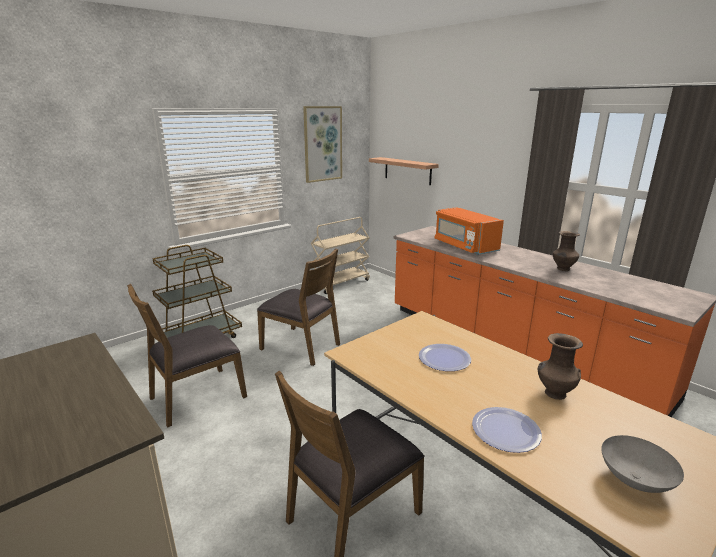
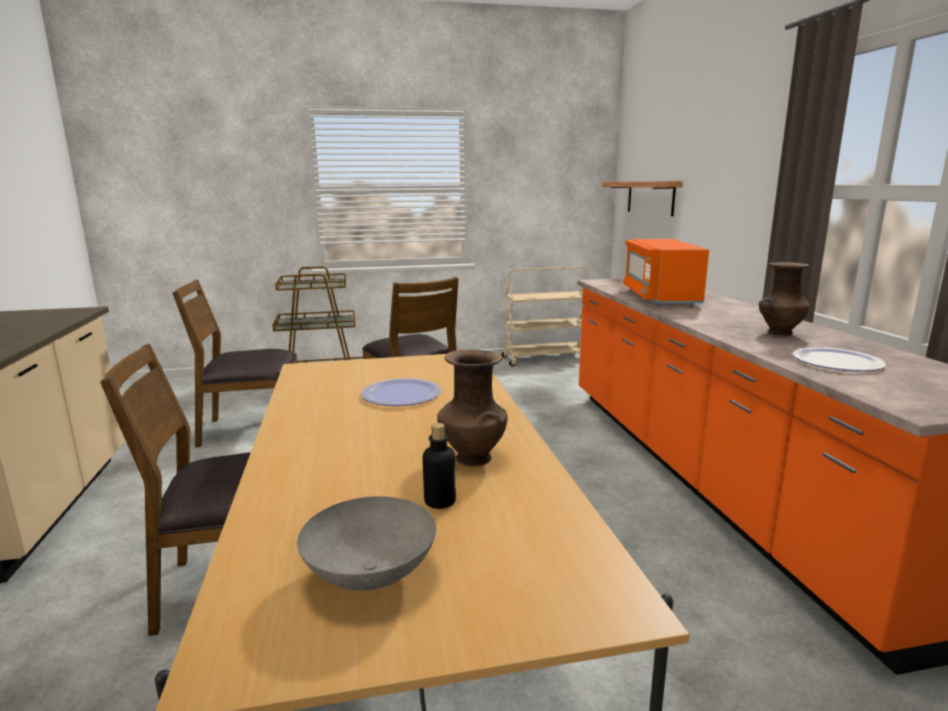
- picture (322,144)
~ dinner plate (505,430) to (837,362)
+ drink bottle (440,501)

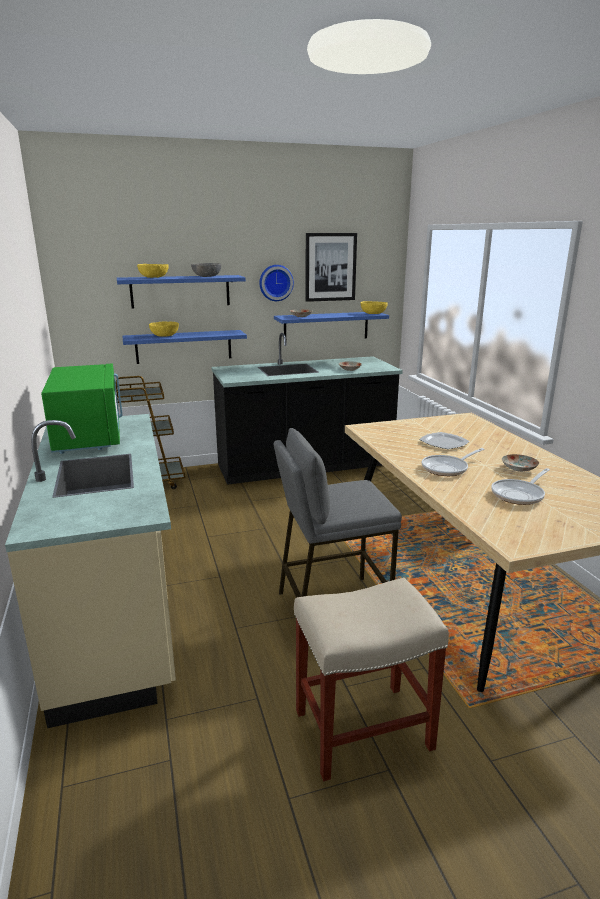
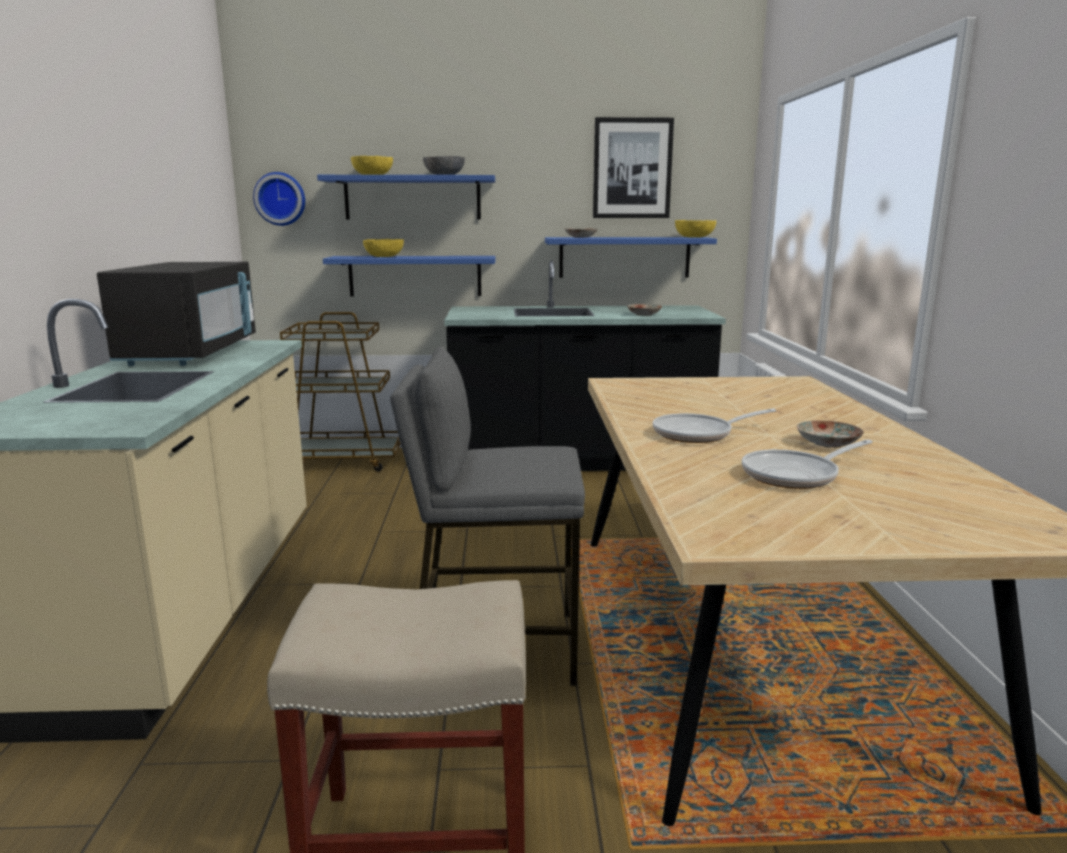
~ green microwave oven (89,436) to black-coloured microwave oven (192,353)
~ clock on the wall (275,282) to (280,199)
- dinner plate (443,442)

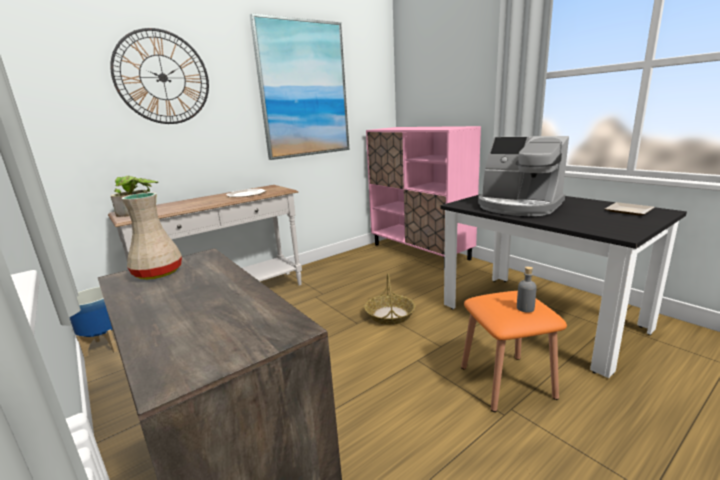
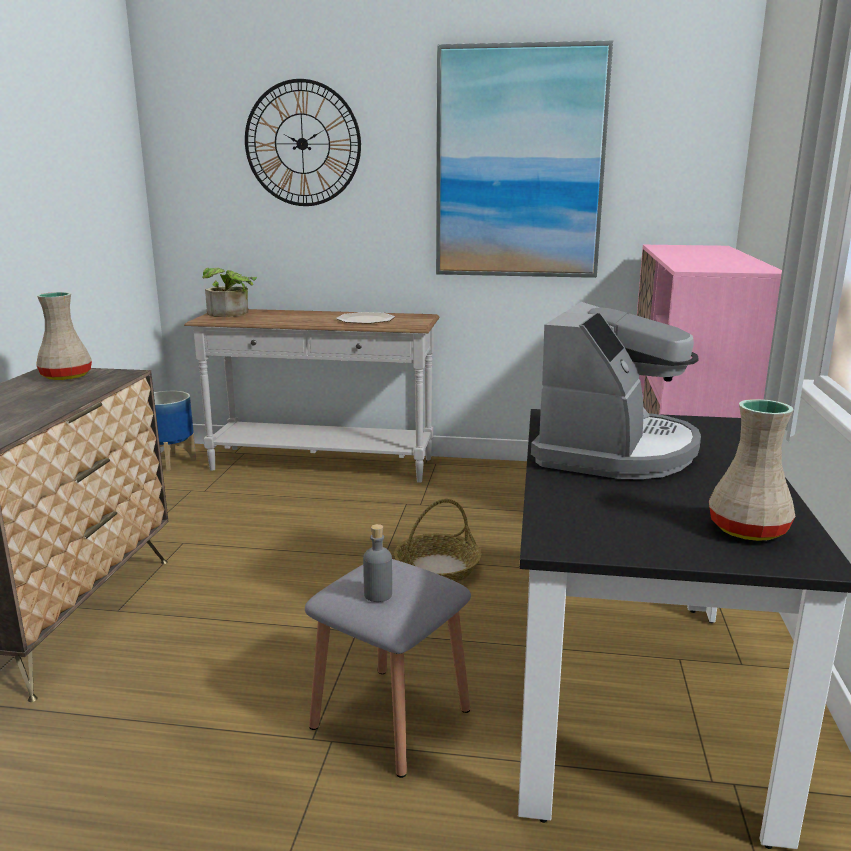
~ orange-coloured stool seat (506,381) to greyish stool seat (391,718)
~ coffee machine (518,206) = (615,451) 150 degrees counterclockwise
~ dinner plate (627,211) to beige-coloured vase (745,529)

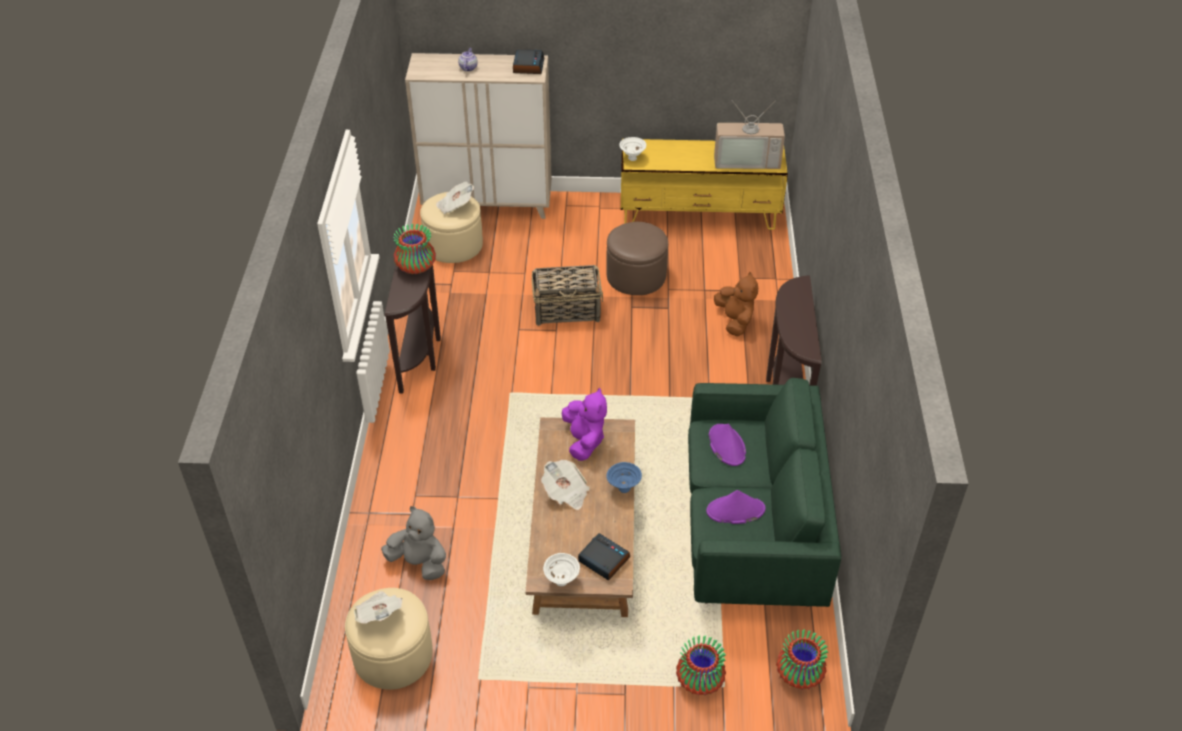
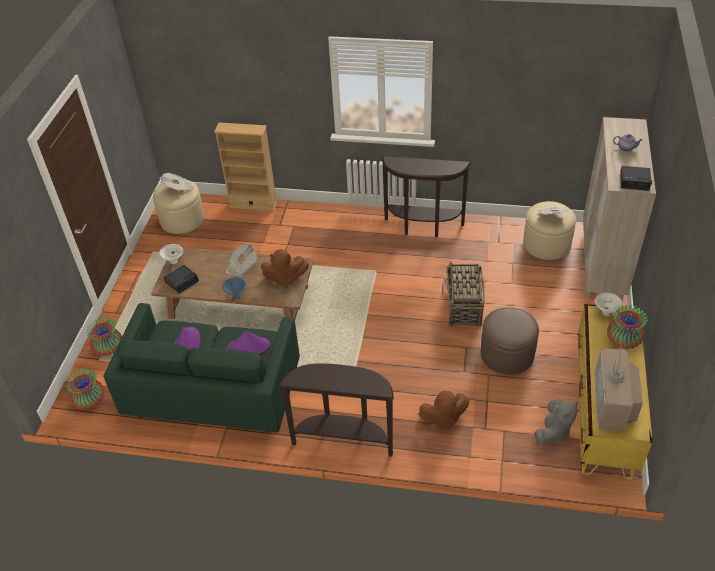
~ greyish soft toy (419,562) to (553,432)
~ vase (416,267) to (623,340)
~ purplish soft toy (584,441) to brownish soft toy (285,279)
+ beige-coloured bookcase (253,204)

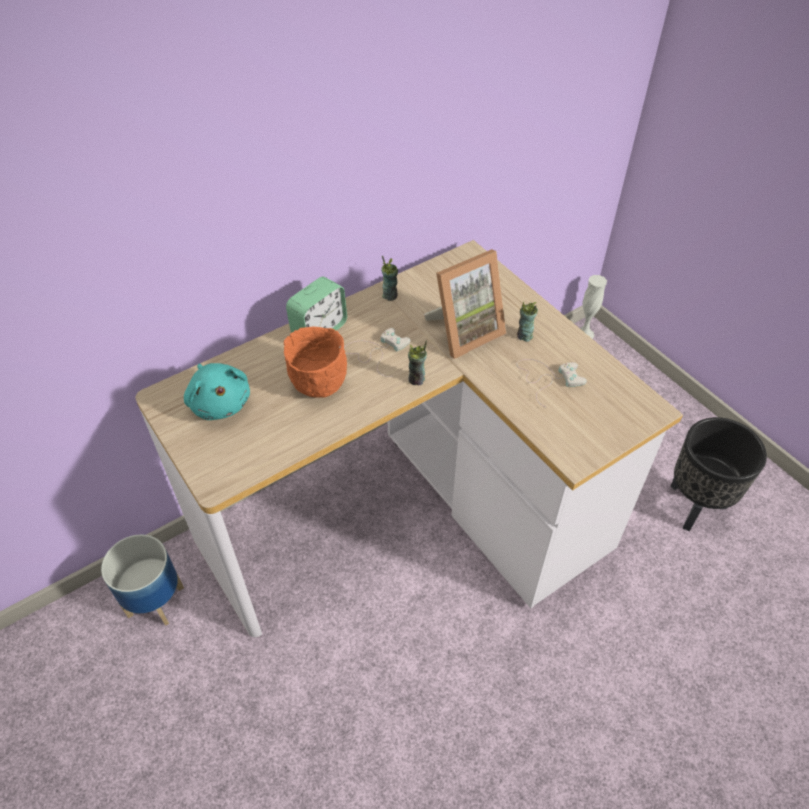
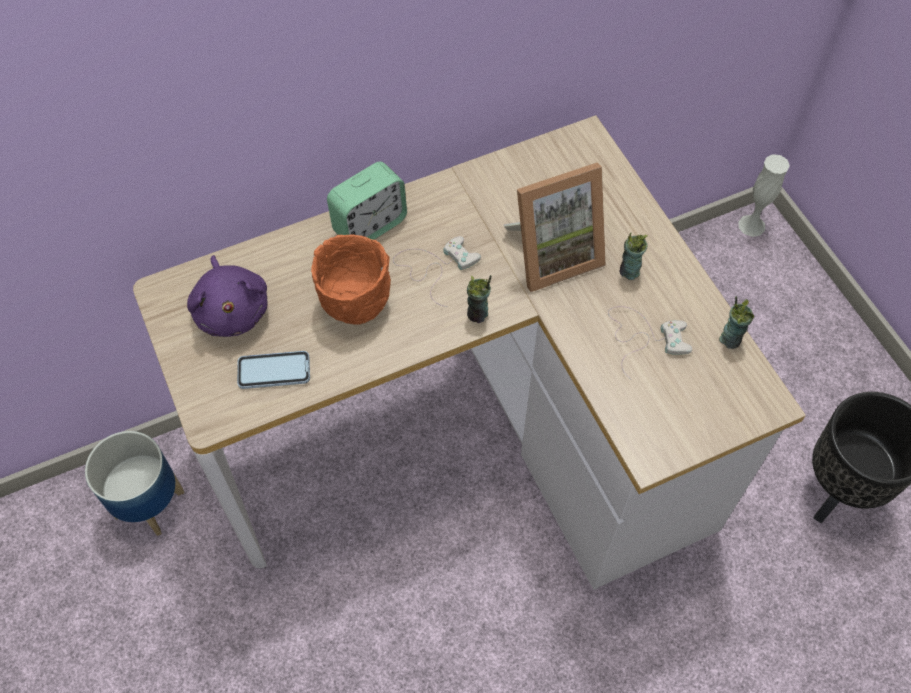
~ turquoise soft toy (220,402) to purplish soft toy (232,310)
~ cup (390,295) to (730,339)
+ handset (274,371)

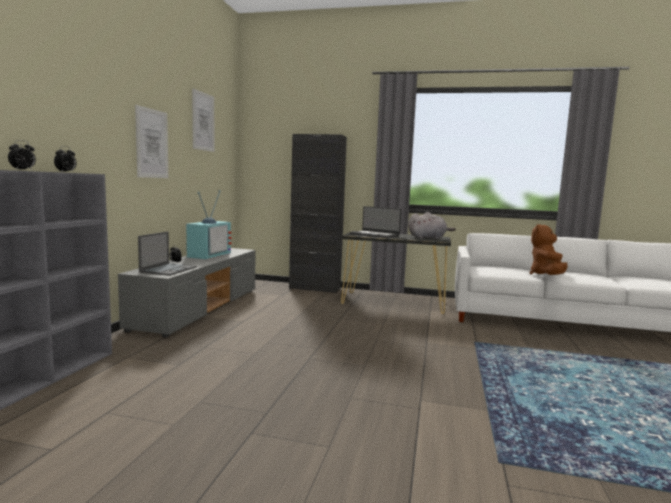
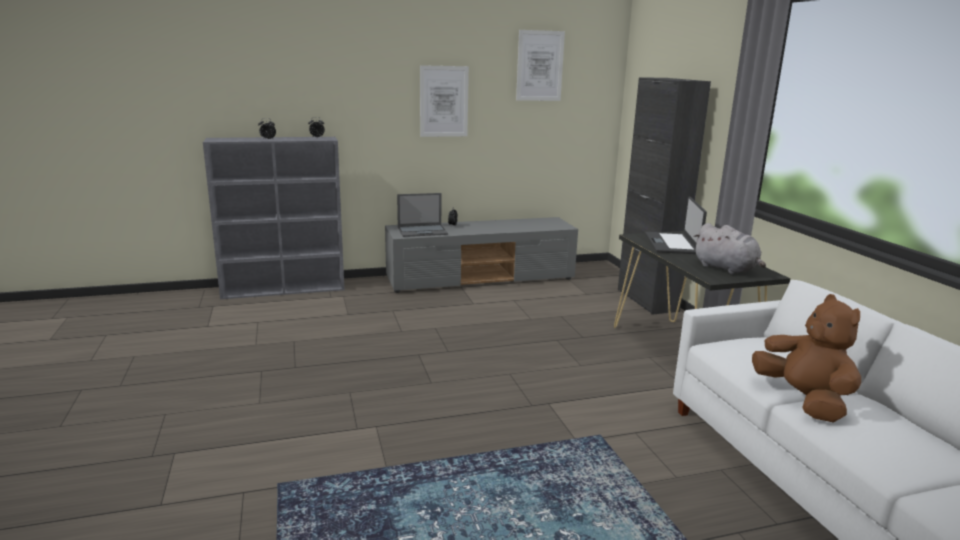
- TV set (207,254)
~ brownish soft toy (547,276) = (803,400) 75 degrees clockwise

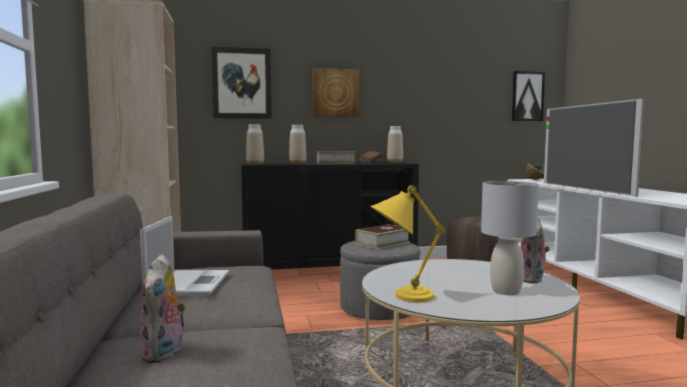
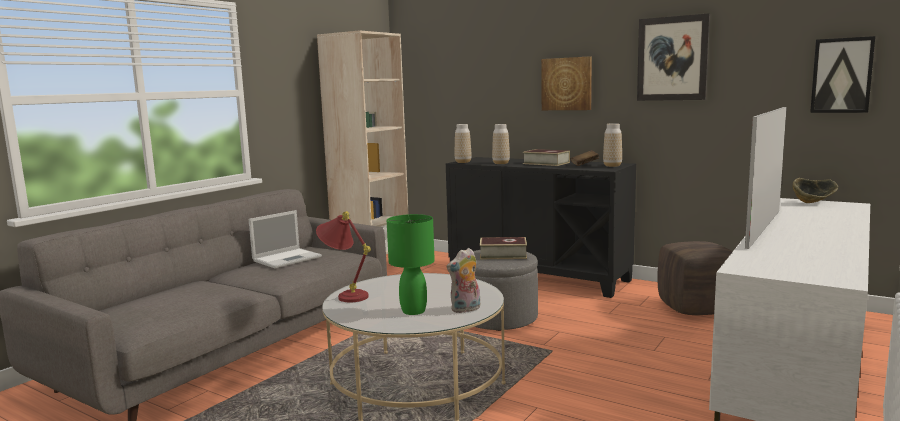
- soft toy (164,353)
~ picture (242,83) to (672,58)
~ yellow table lamp (400,297) to reddish table lamp (345,295)
~ greyish table lamp (506,291) to green table lamp (413,311)

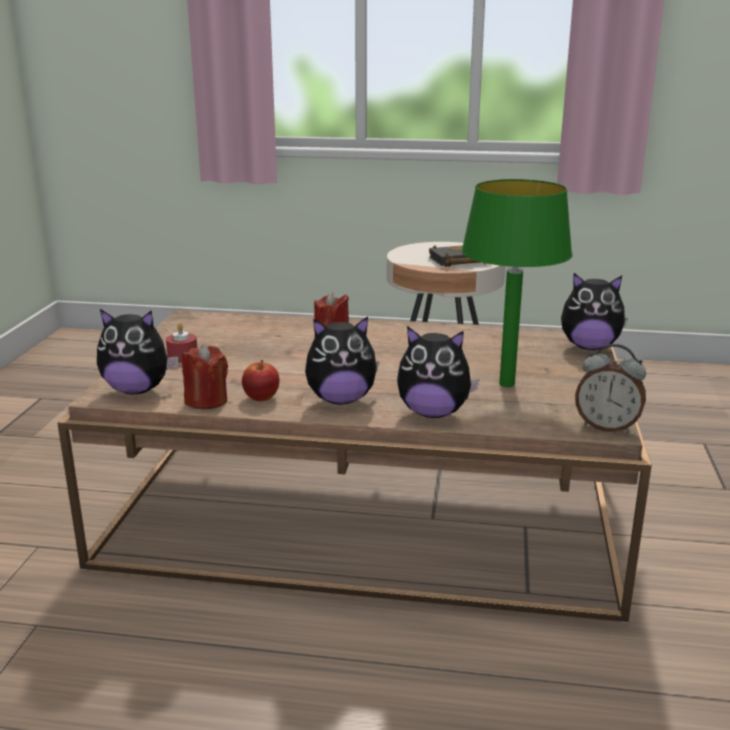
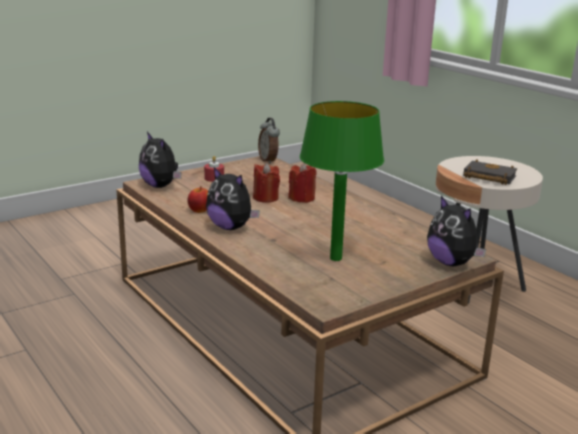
~ reddish candle (206,401) to (265,198)
- soft toy (433,413)
~ table clock (606,427) to (269,160)

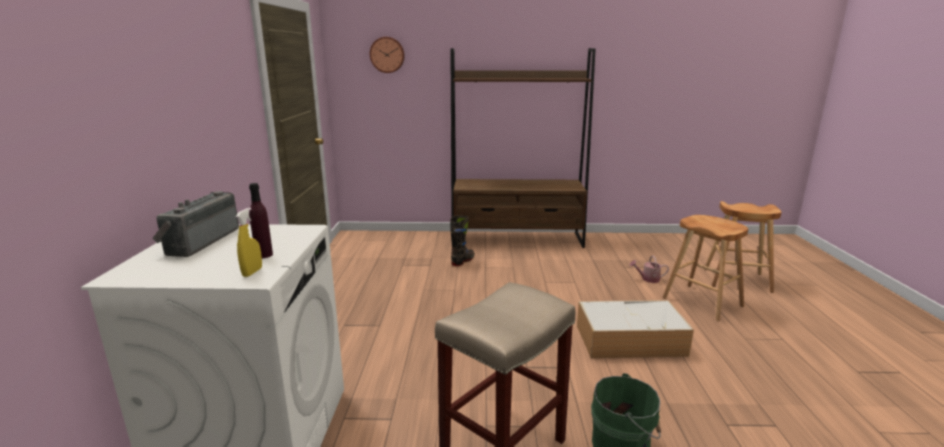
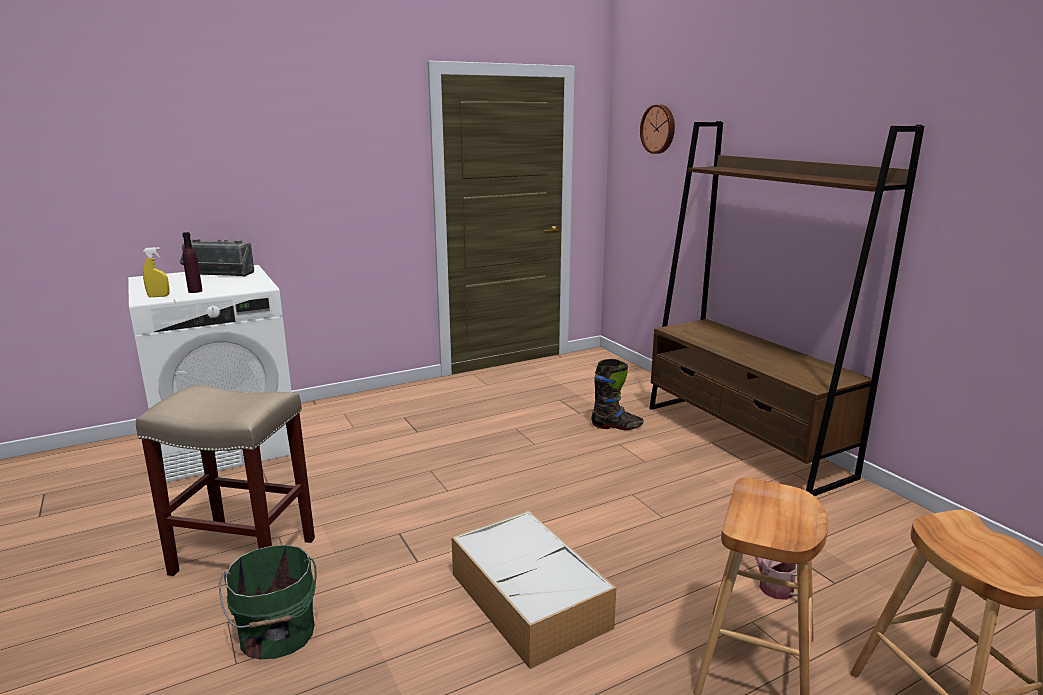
~ radio (200,241) = (218,275) 150 degrees counterclockwise

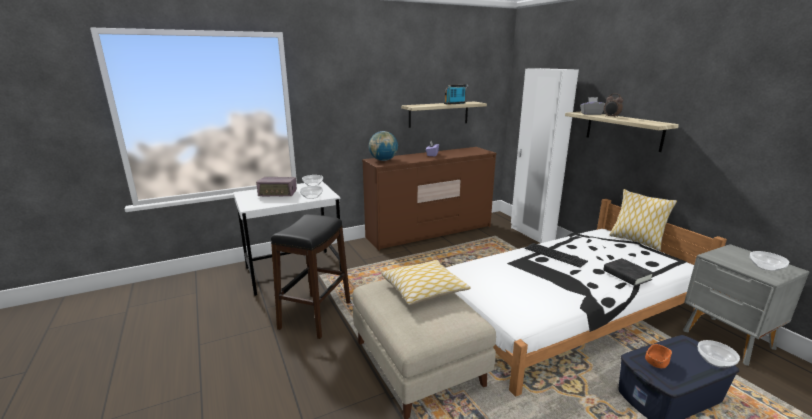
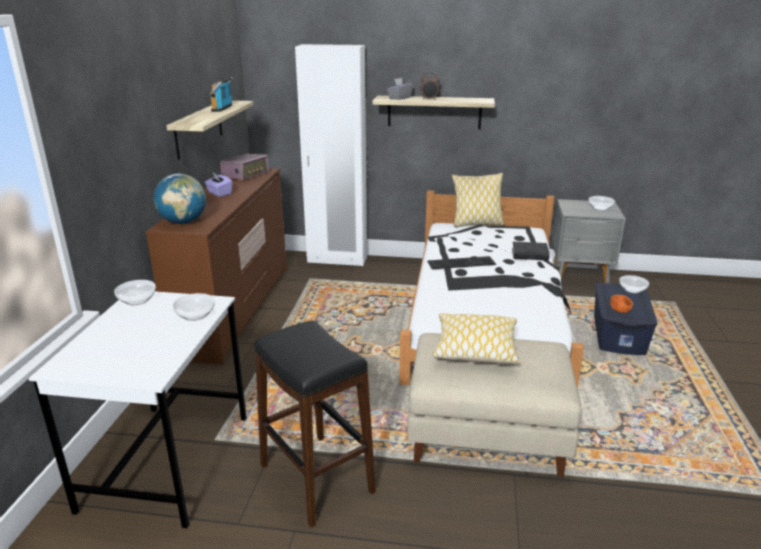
~ radio (278,194) to (246,175)

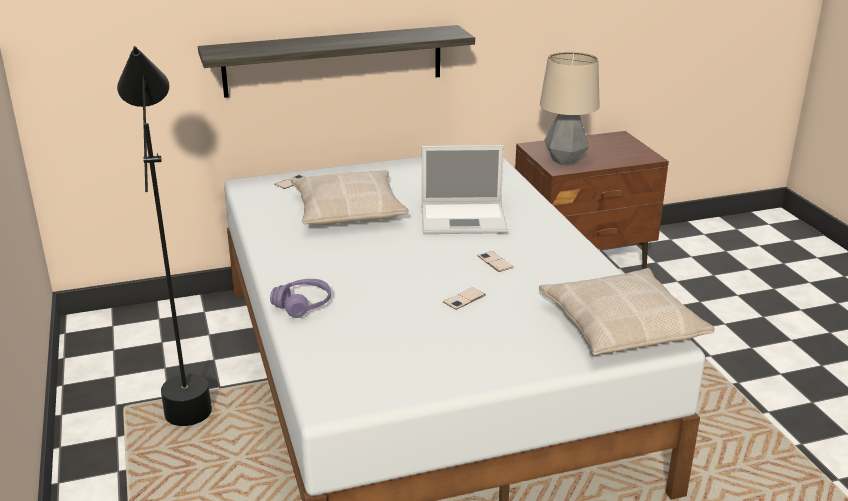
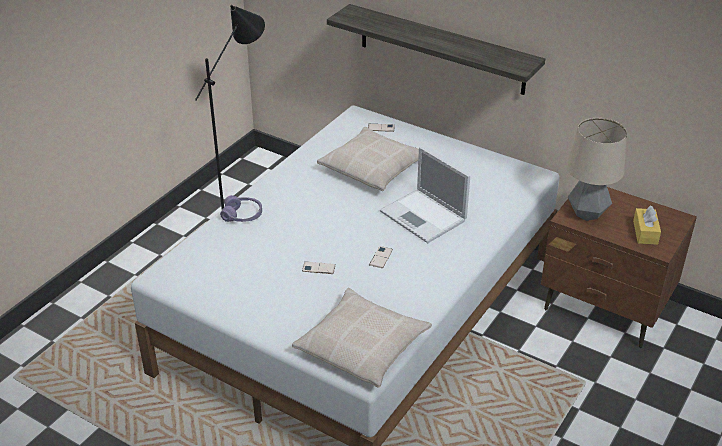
+ yellow tissue holder (645,232)

